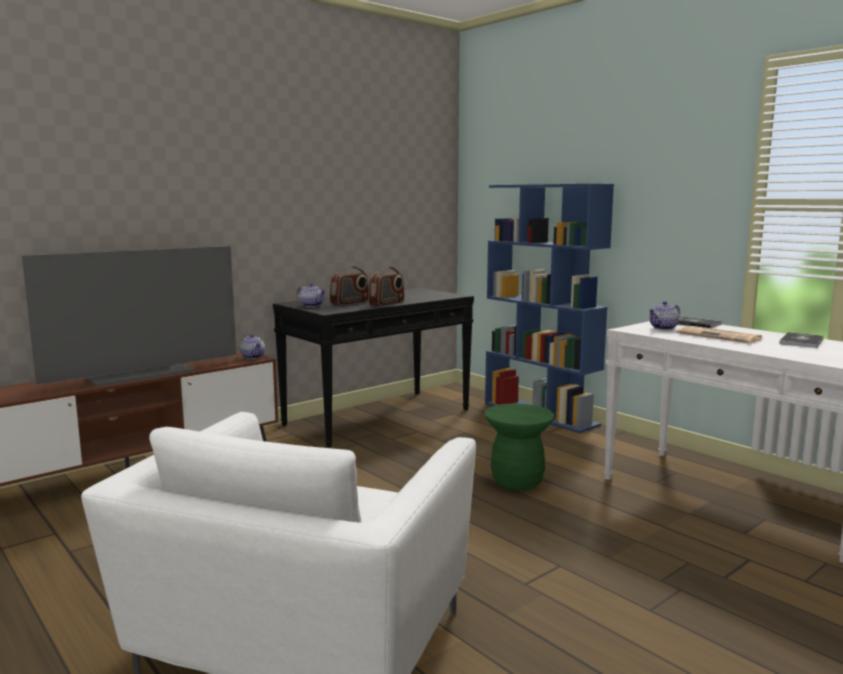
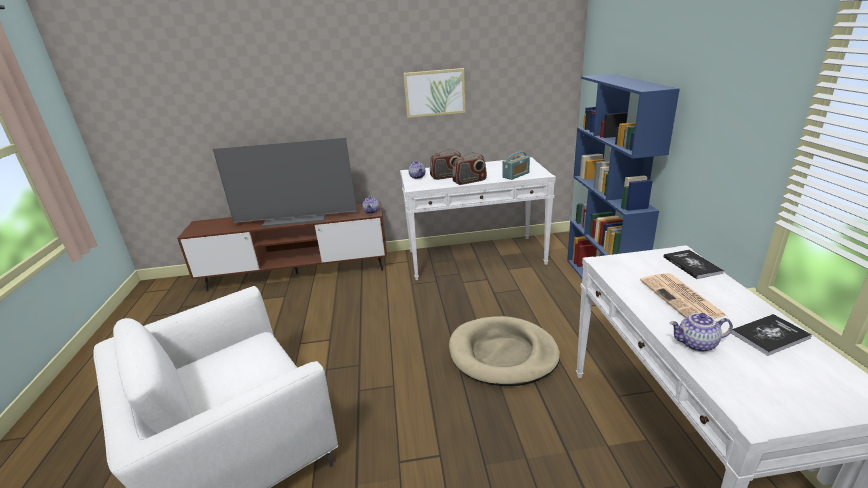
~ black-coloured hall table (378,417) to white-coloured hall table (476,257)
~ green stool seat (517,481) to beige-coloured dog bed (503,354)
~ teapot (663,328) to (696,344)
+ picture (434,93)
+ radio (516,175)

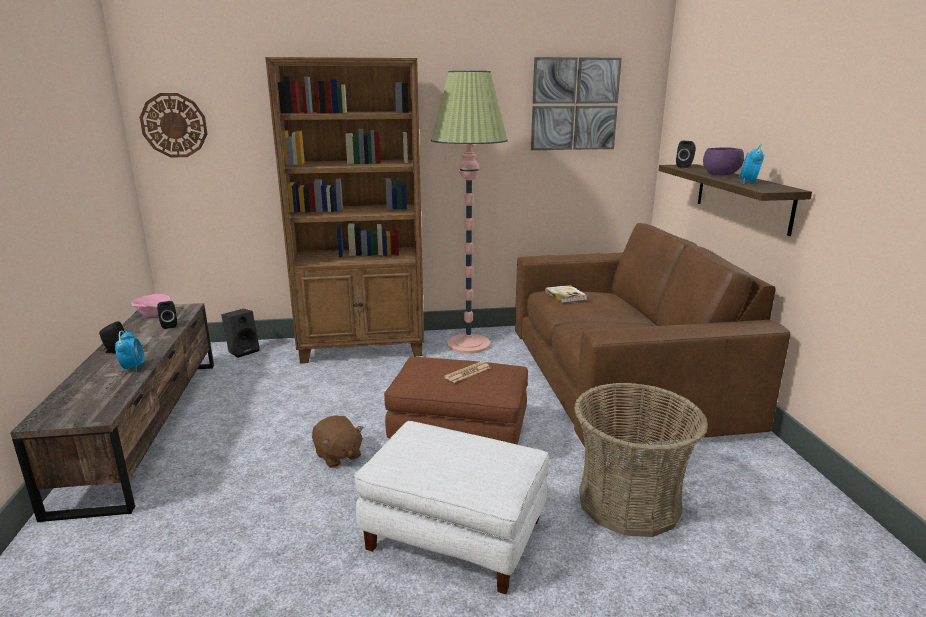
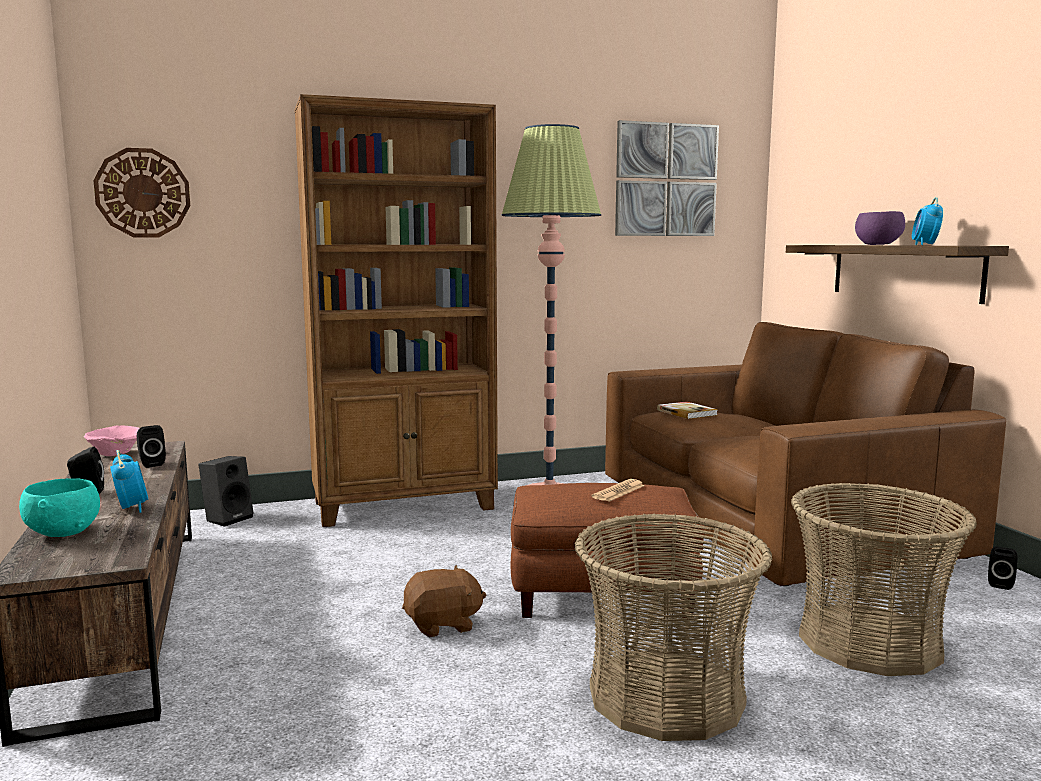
~ brownish soft toy (338,455) = (443,625) 60 degrees counterclockwise
~ white-coloured pouffe (456,533) to household basket (666,695)
~ black-coloured loudspeaker (685,166) to (1000,584)
+ turquoise deep dish (64,532)

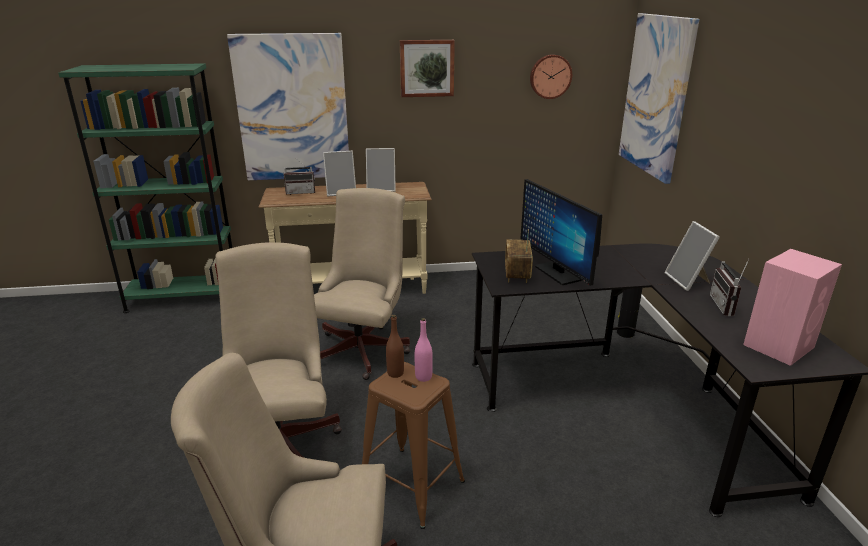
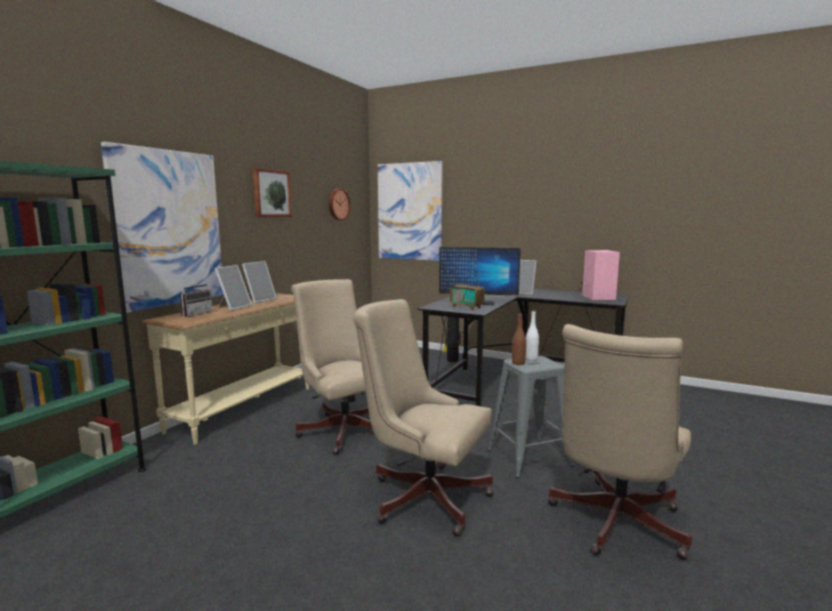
~ brownish stool seat (411,486) to greyish stool seat (529,458)
~ pink-coloured drink bottle (423,377) to white-coloured drink bottle (531,358)
- radio (727,306)

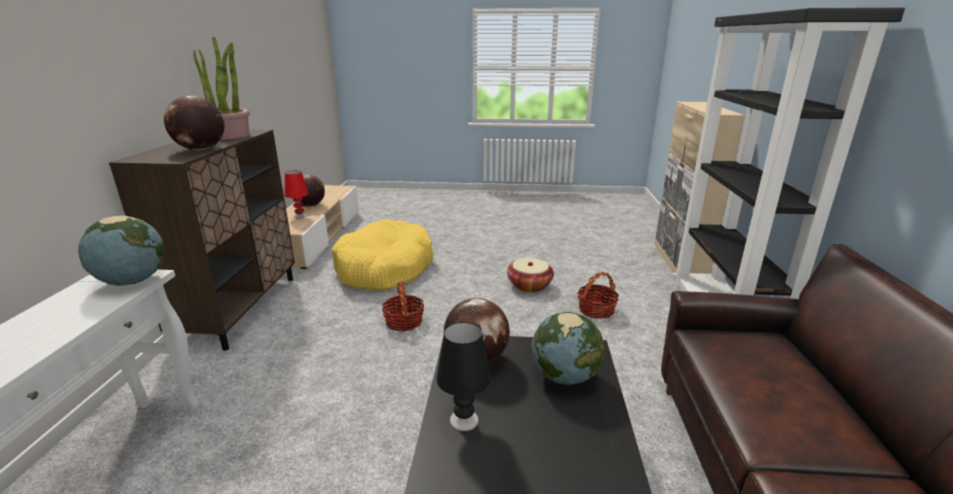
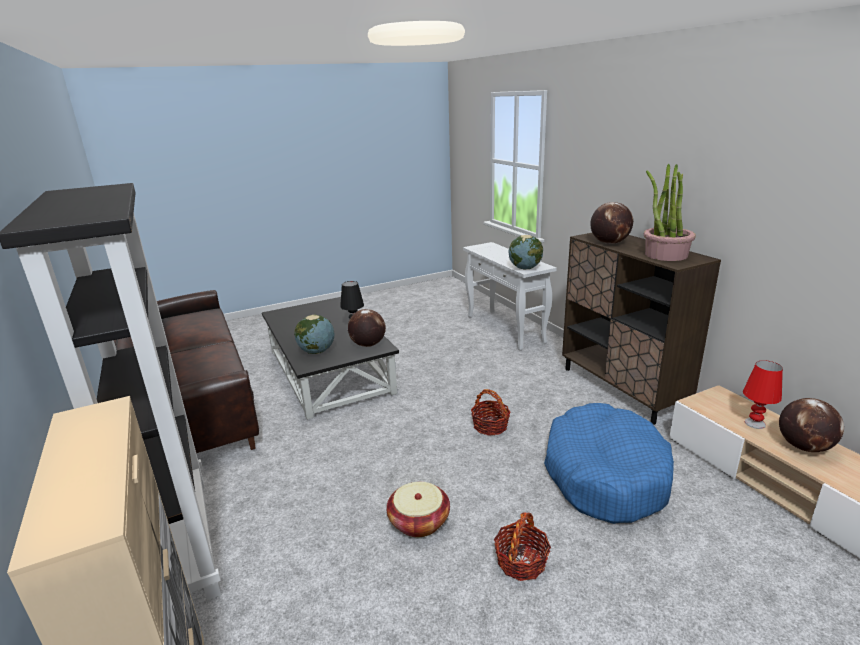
~ yellow dog bed (384,268) to blue dog bed (604,474)
~ household basket (596,310) to (521,561)

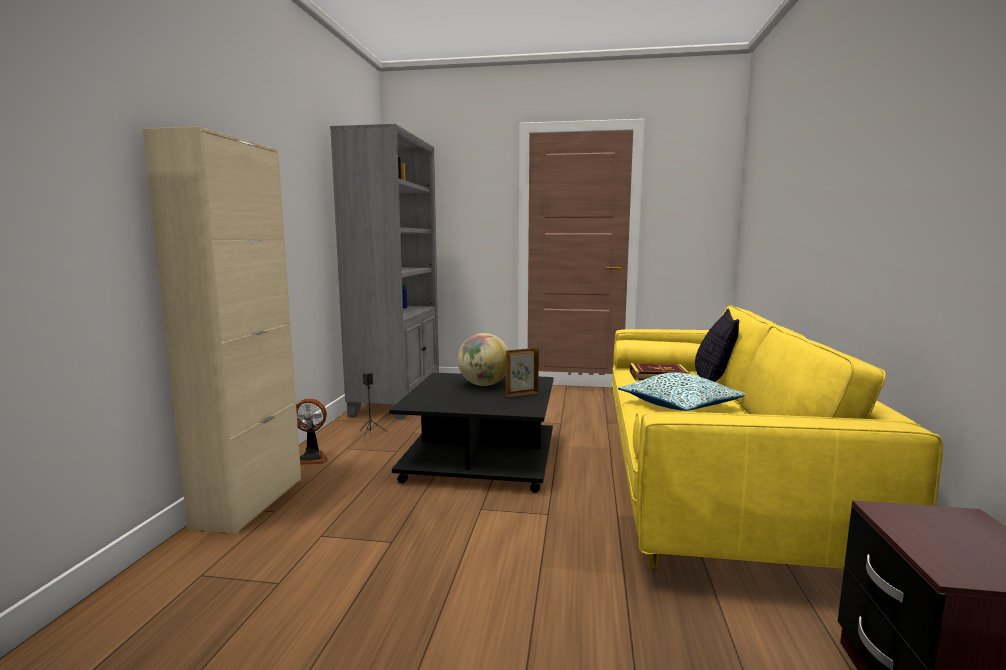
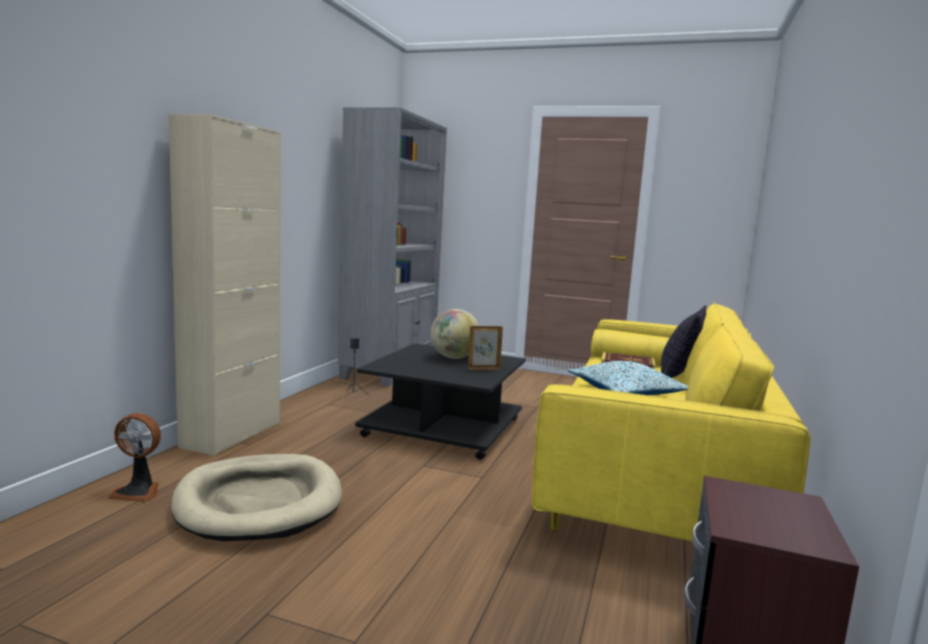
~ fan (312,458) to (138,492)
+ beige-coloured dog bed (259,502)

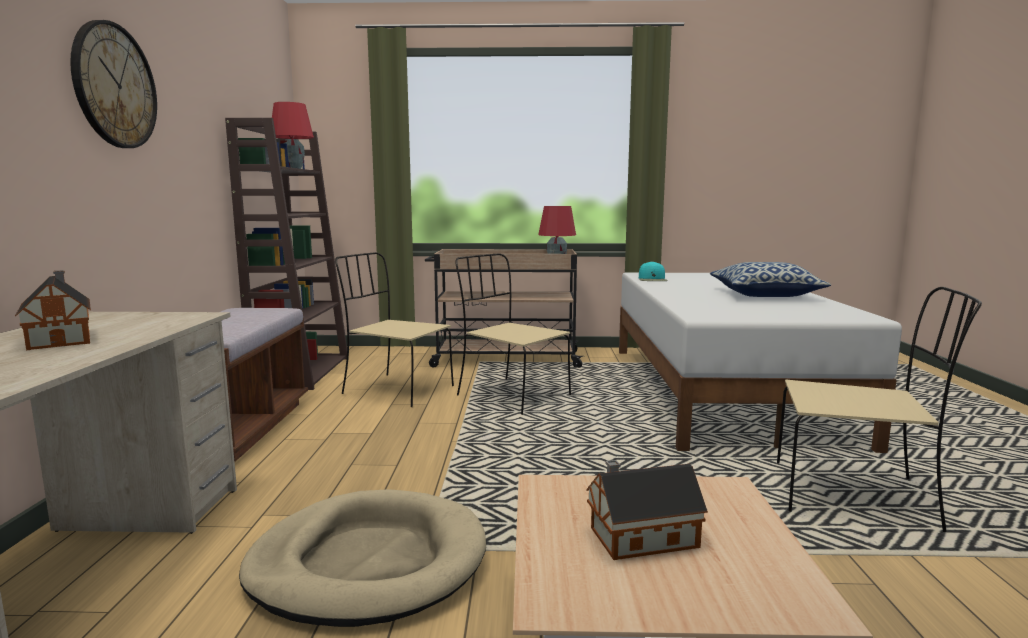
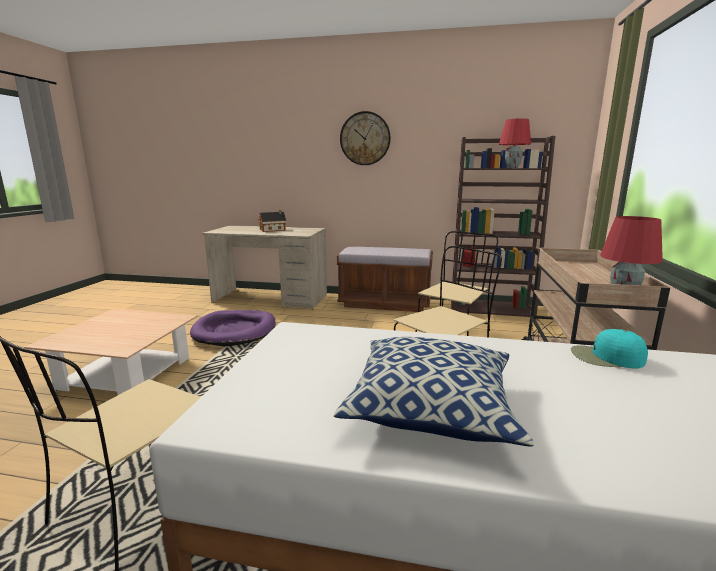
~ beige-coloured dog bed (368,563) to purplish dog bed (235,331)
- toy house (639,537)

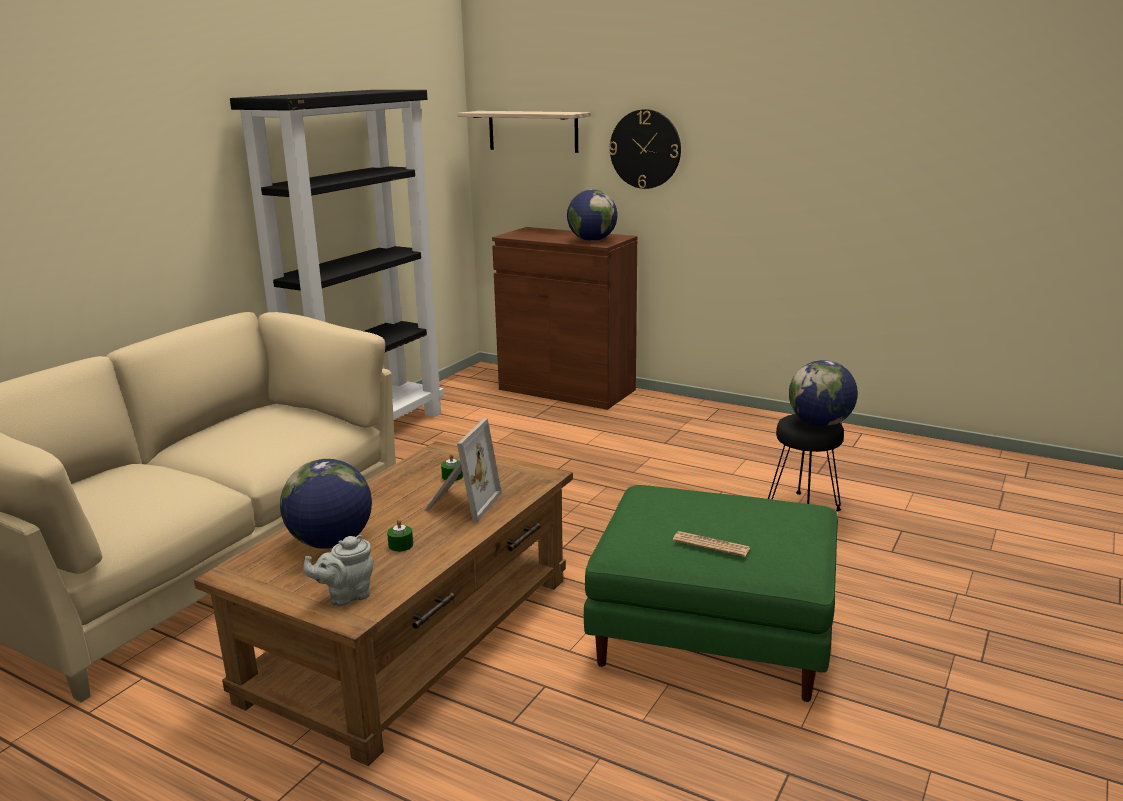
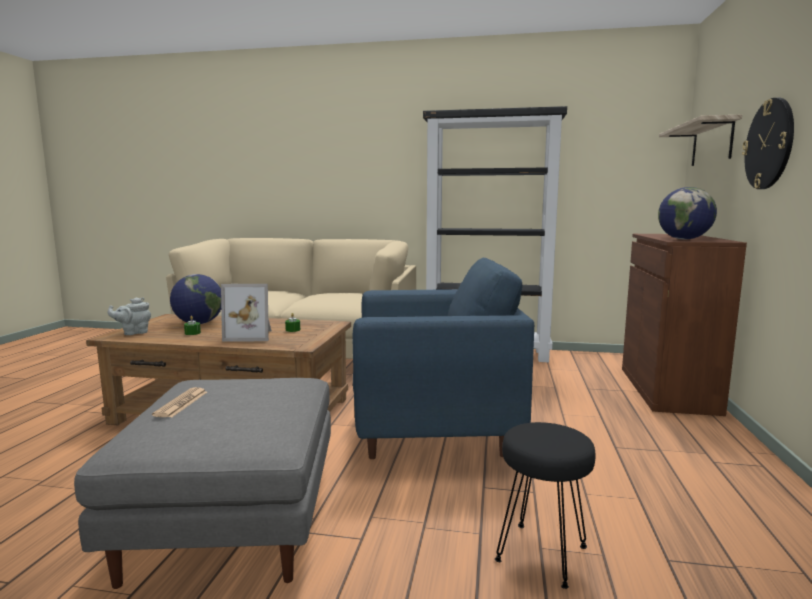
~ greyish teapot (346,596) = (133,333) 75 degrees counterclockwise
~ green pouffe (715,636) to greyish pouffe (234,519)
- globe (820,424)
+ blue armchair (433,433)

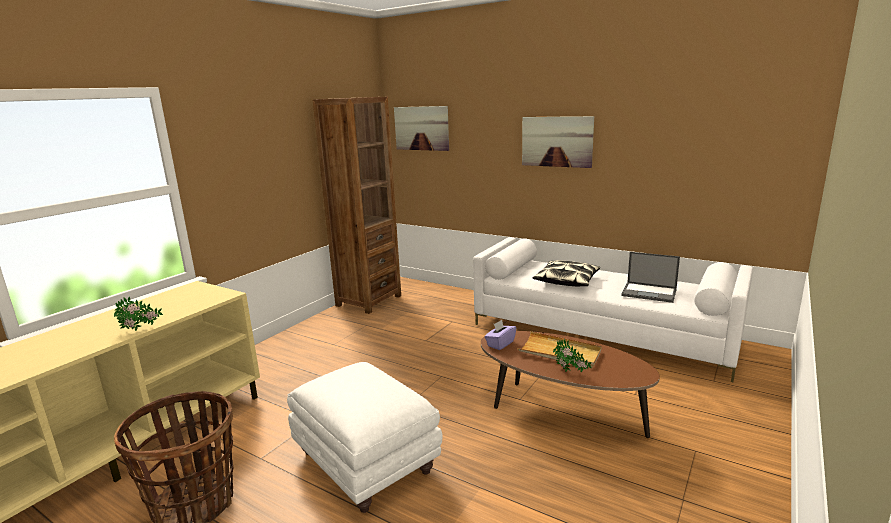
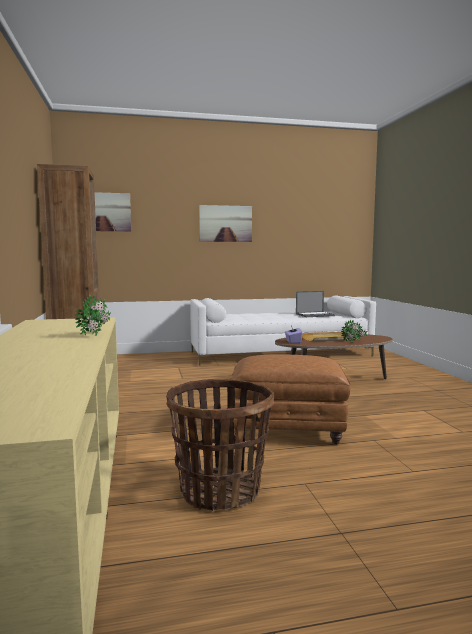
~ white-coloured pouffe (367,463) to brownish pouffe (288,430)
- cushion (566,280)

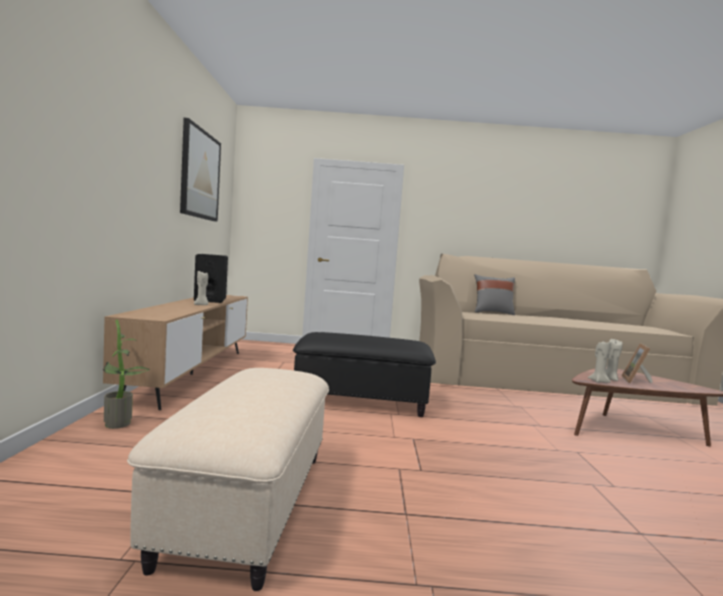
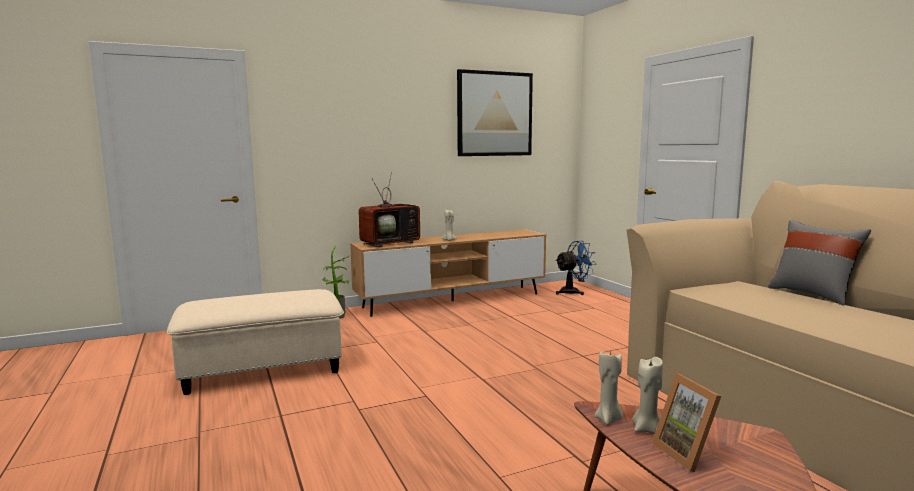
- black-coloured loudspeaker (210,300)
- black-coloured pouffe (361,401)
~ standing frame (637,381) = (688,453) 105 degrees counterclockwise
+ TV set (390,243)
+ blue fan (573,292)

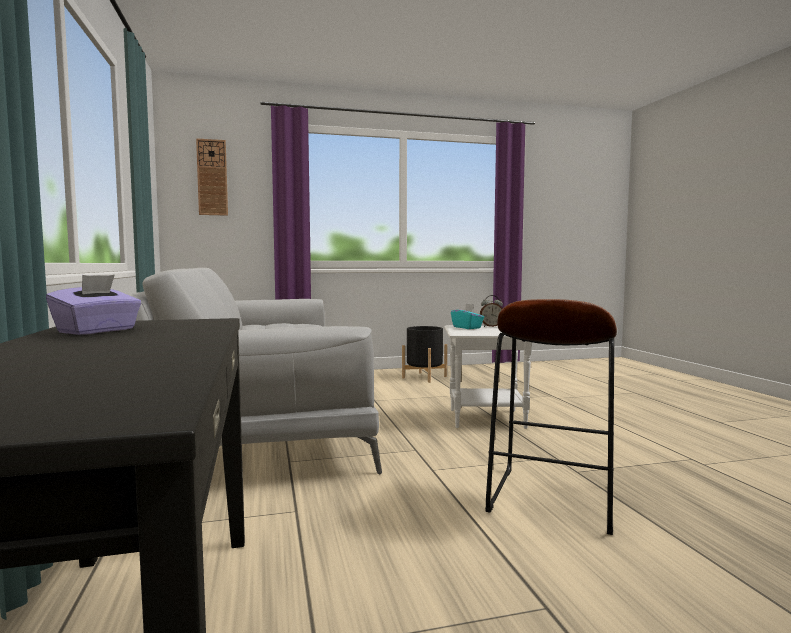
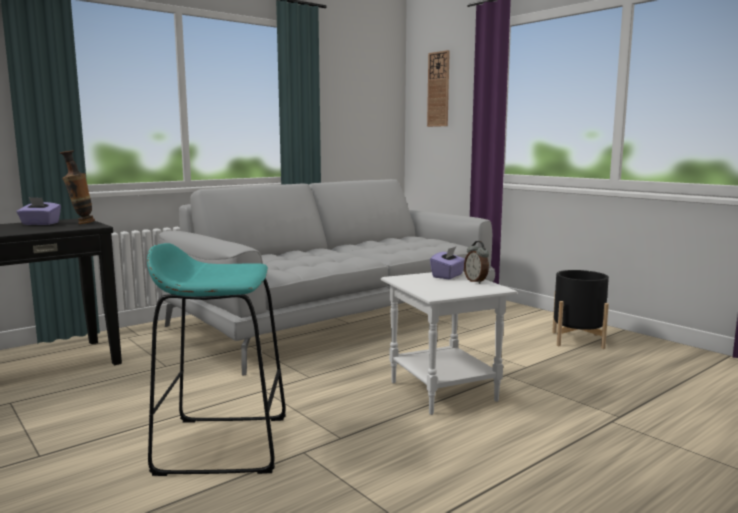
~ turquoise tissue holder (467,327) to purplish tissue holder (448,276)
~ brownish stool seat (551,498) to turquoise stool seat (223,444)
+ vase (80,223)

